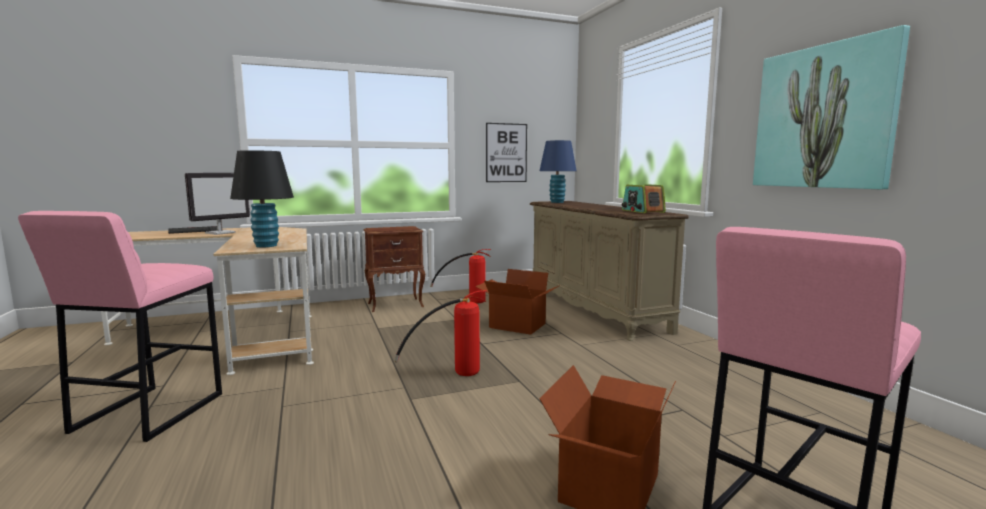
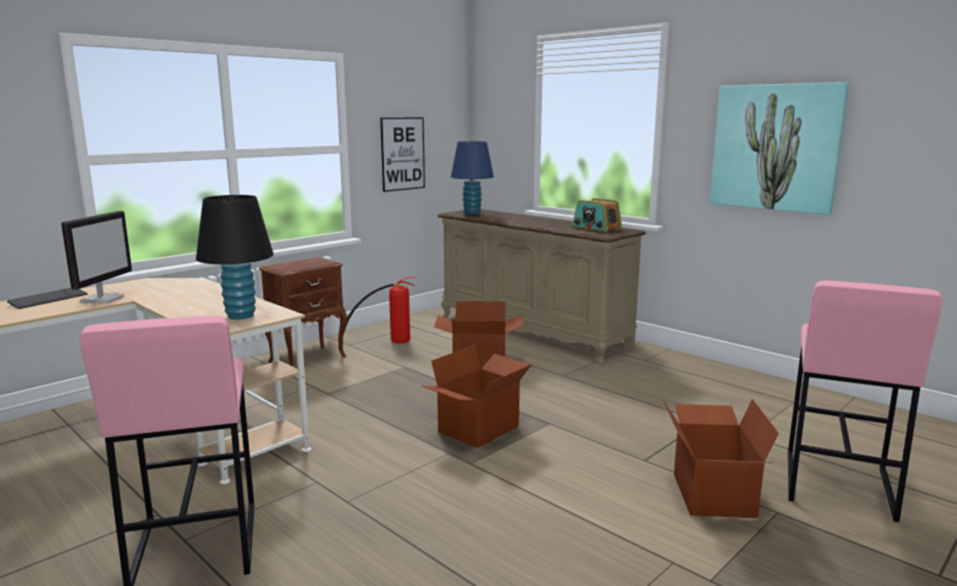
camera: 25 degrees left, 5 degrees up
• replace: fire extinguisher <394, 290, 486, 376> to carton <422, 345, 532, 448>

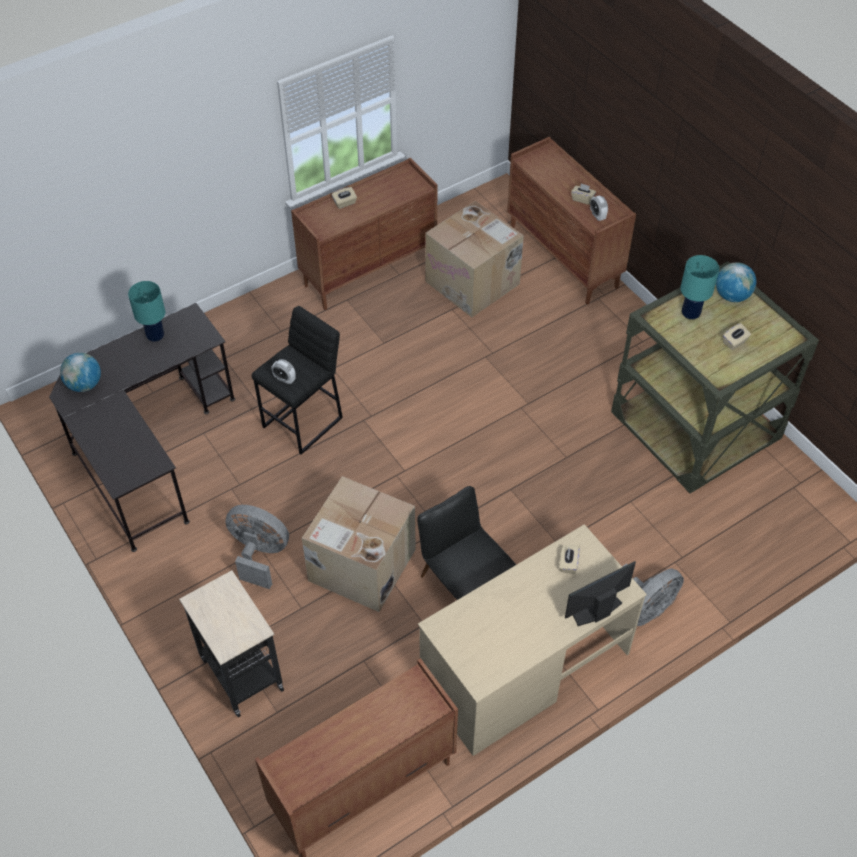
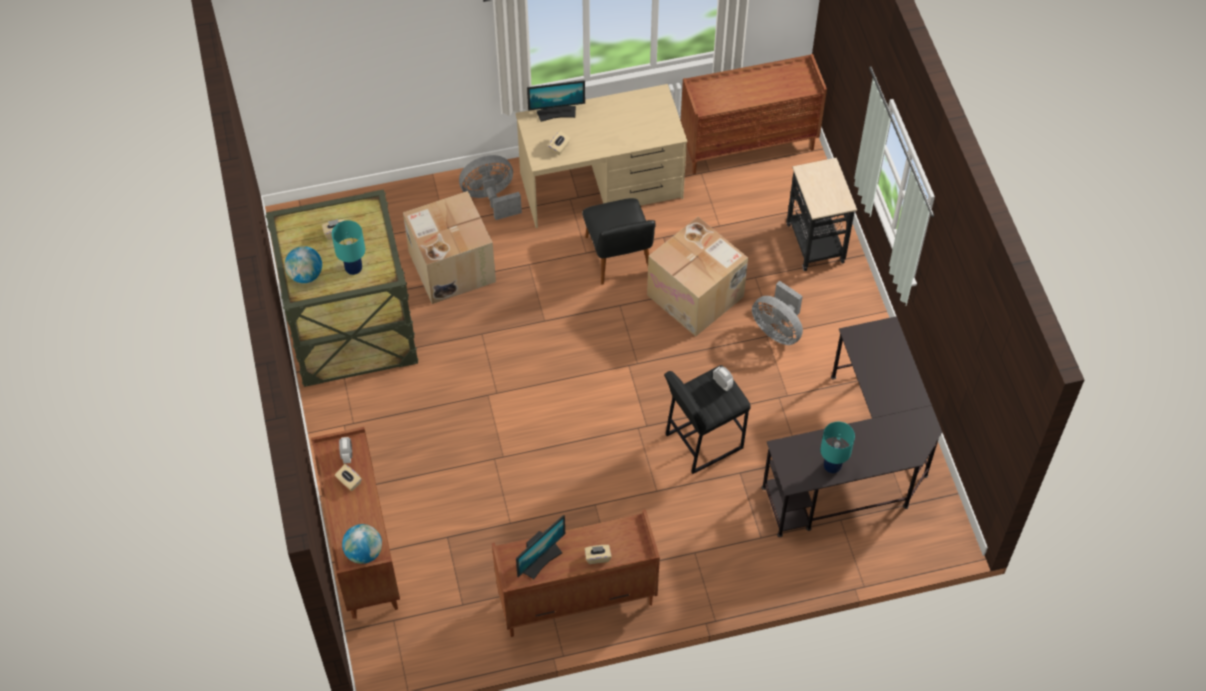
camera: 160 degrees left, 5 degrees up
• move: globe <60, 353, 101, 392> to <342, 524, 382, 564>
• move: carton <425, 201, 524, 317> to <403, 191, 496, 304>
• insert: computer display <516, 515, 565, 579>

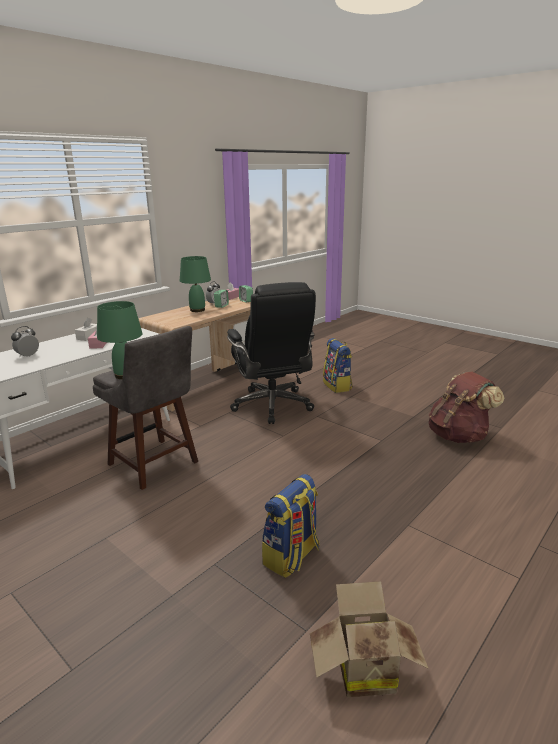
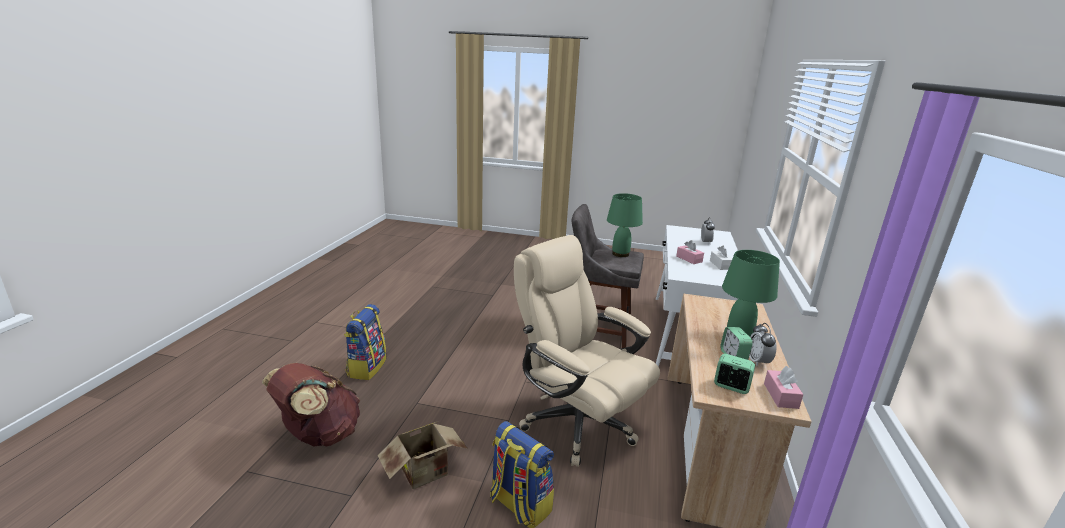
camera: 150 degrees right, 0 degrees up
• move: rucksack <262, 474, 320, 578> to <344, 304, 387, 380>
• move: carton <310, 581, 428, 698> to <377, 422, 468, 489>
• recolor: black-coloured computer chair <227, 282, 316, 424> to sand-coloured computer chair <514, 235, 660, 467>

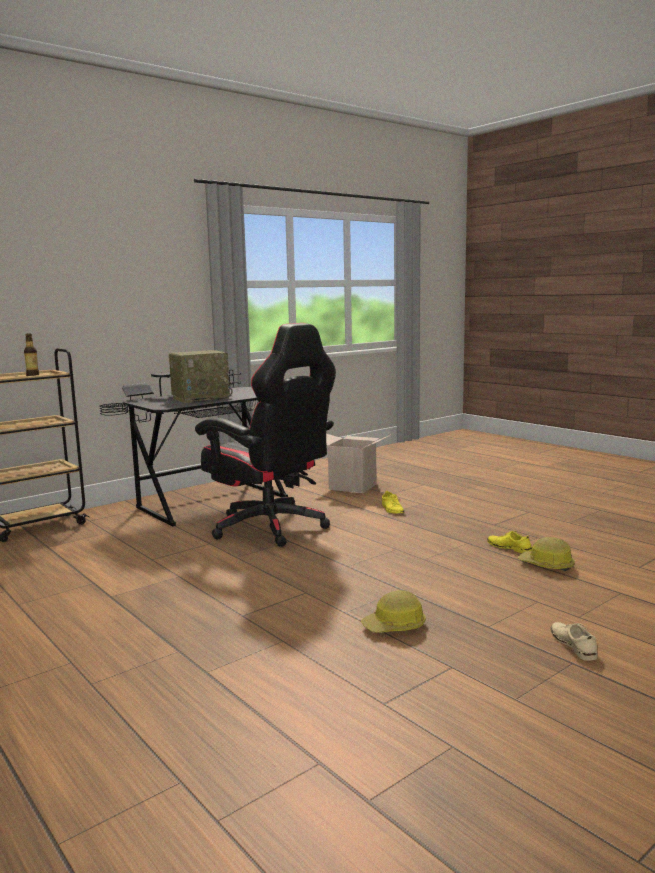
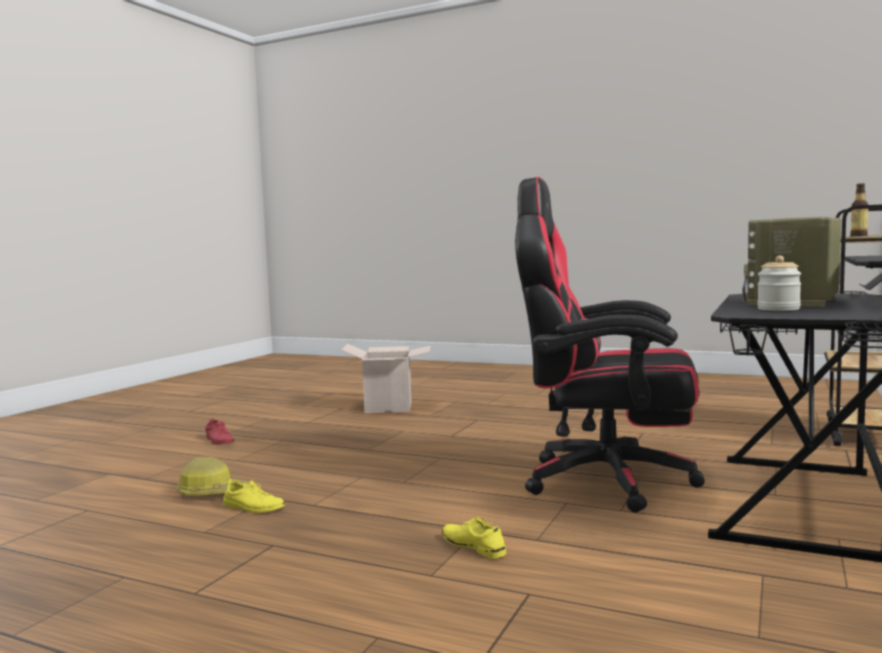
camera: 155 degrees right, 5 degrees down
• recolor: sand-coloured item of footwear <551, 622, 598, 661> to red-coloured item of footwear <205, 418, 234, 444>
• move: carton <326, 434, 391, 493> to <342, 344, 430, 413>
• insert: storage jar <757, 256, 801, 311>
• delete: work helmet <361, 590, 426, 633>

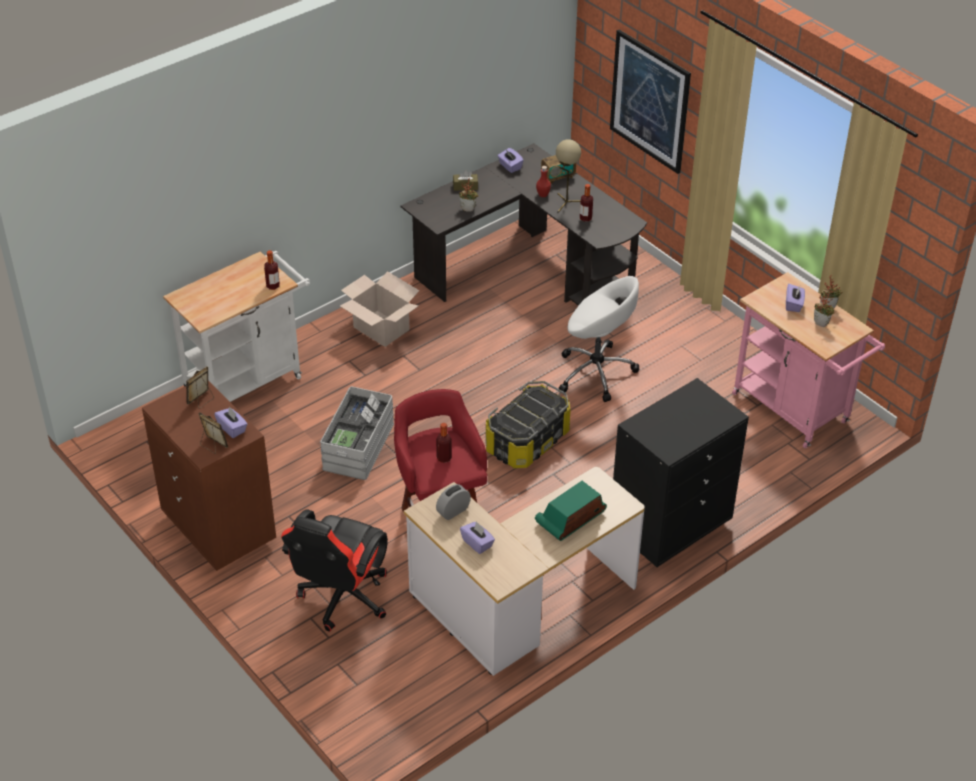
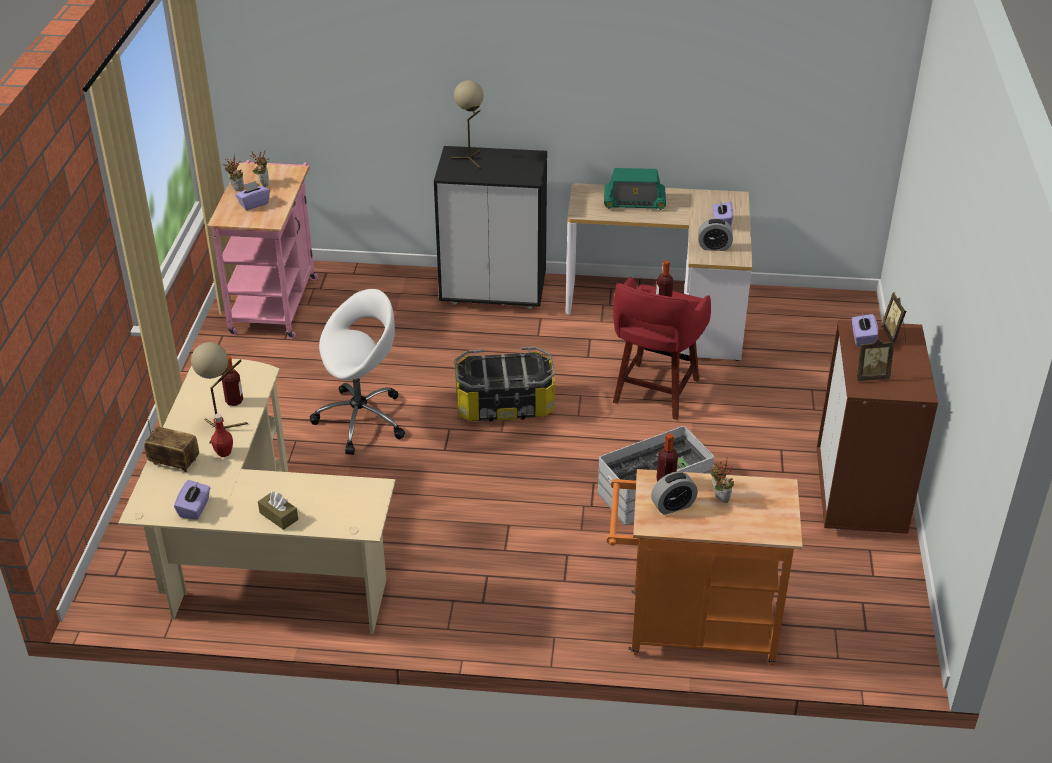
camera: 135 degrees left, 5 degrees down
• recolor: black-coloured desk <401, 143, 647, 306> to sand-coloured desk <118, 359, 395, 634>
• rotate: white-coloured computer chair <559, 276, 639, 402> = <310, 289, 405, 455> 90 degrees clockwise
• insert: sand-coloured table lamp <451, 80, 484, 169>
• recolor: white-coloured wheeled cart <163, 251, 310, 402> to orange-coloured wheeled cart <607, 469, 803, 666>
• insert: bedside clock <651, 472, 698, 515>
• move: potted plant <459, 178, 479, 212> to <710, 457, 734, 503>
• delete: black-coloured computer chair <281, 509, 388, 632>
• delete: carton <340, 271, 420, 347>
• delete: picture <610, 29, 691, 174>

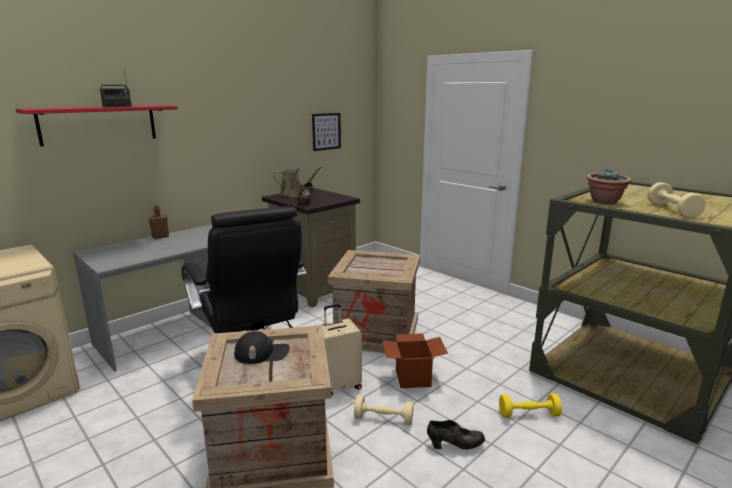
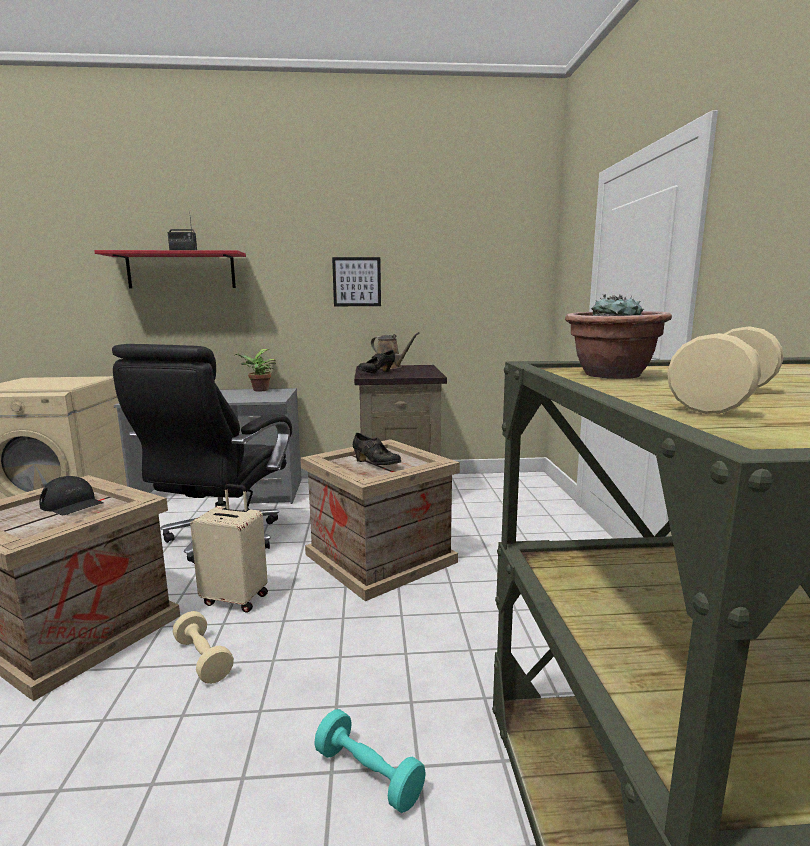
camera: 40 degrees right, 5 degrees down
• insert: potted plant <235, 349, 276, 392>
• recolor: yellowish dumbbell <499, 393, 562, 418> to turquoise dumbbell <314, 709, 426, 813>
• move: picture <312, 113, 341, 151> to <332, 257, 381, 306>
• move: black-coloured item of footwear <427, 420, 485, 450> to <353, 433, 401, 465>
• delete: brown-coloured beverage bottle <149, 205, 169, 239>
• delete: carton <382, 333, 448, 388>

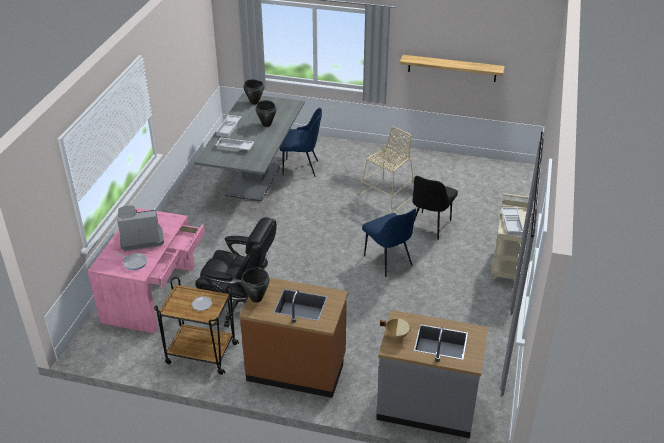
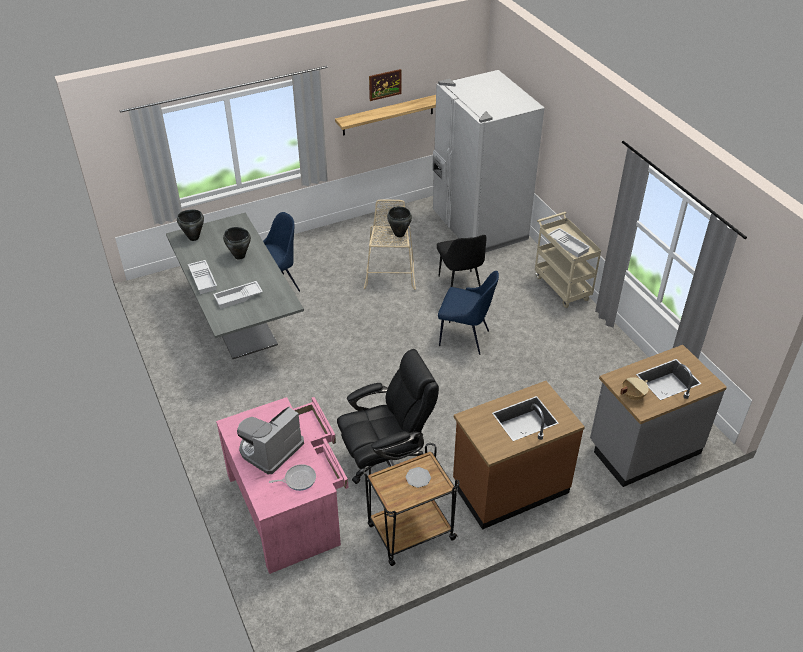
camera: 40 degrees left, 5 degrees up
• insert: picture <369, 69, 402, 101>
• move: black-coloured saucepot <241, 267, 269, 303> to <387, 206, 412, 237>
• insert: white-coloured fridge <432, 70, 544, 253>

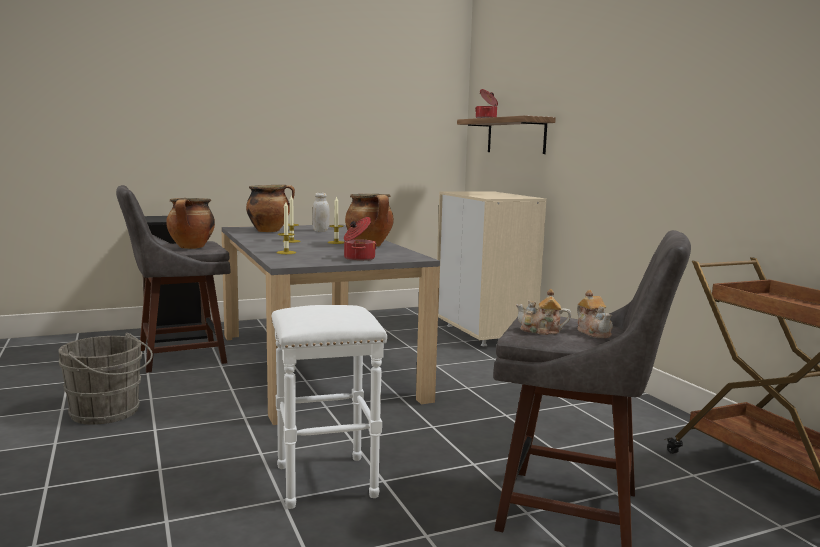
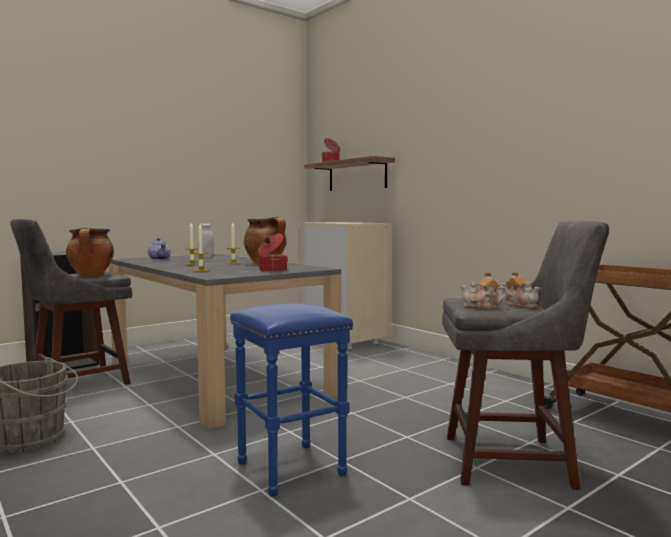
camera: 15 degrees left, 5 degrees down
• replace: saucepot <246, 185, 295, 232> to teapot <148, 238, 171, 260>
• recolor: white-coloured sitting stool <272, 305, 387, 509> to blue sitting stool <230, 303, 353, 497>

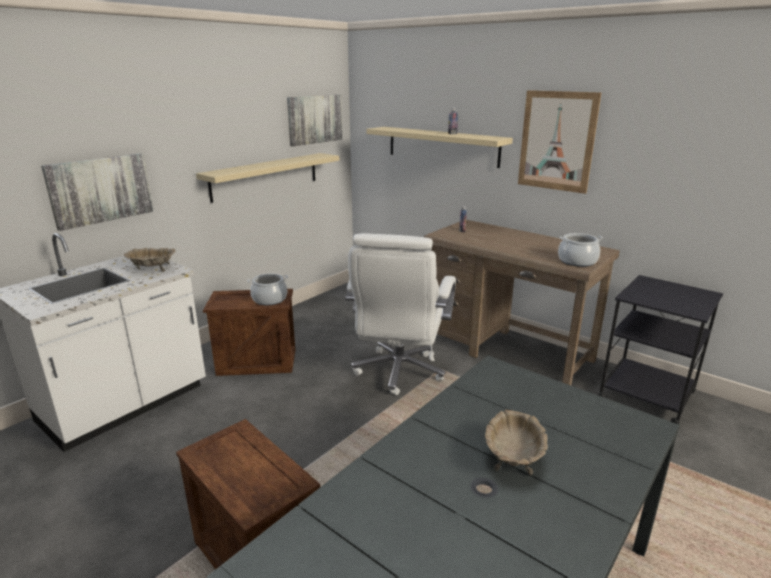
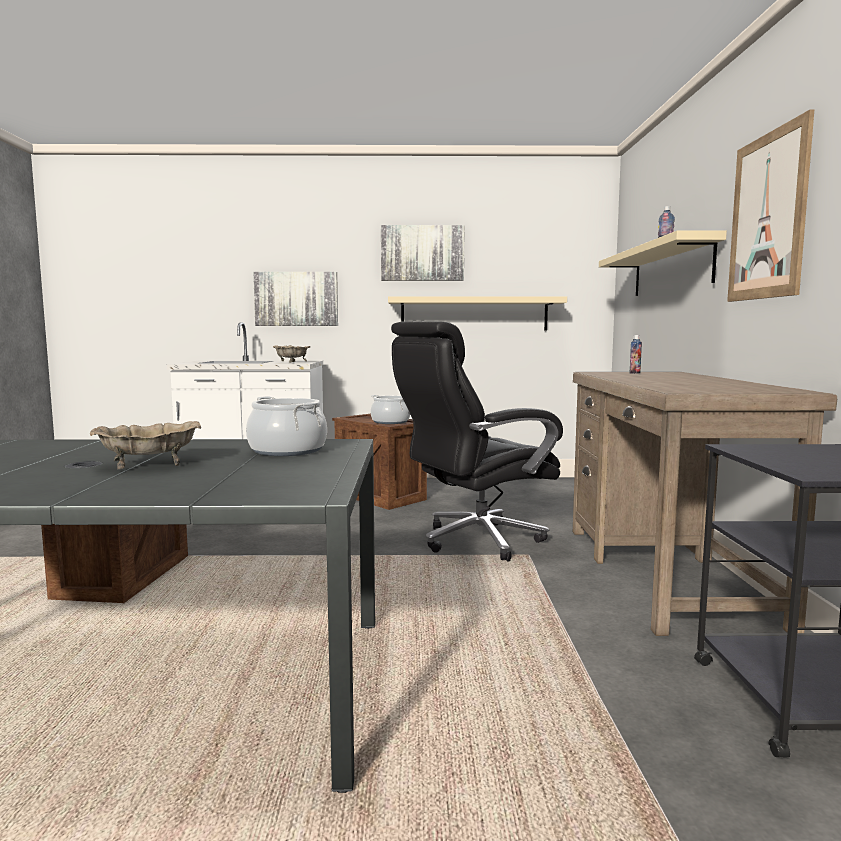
camera: 50 degrees right, 15 degrees down
• move: saucepot <558, 233, 603, 267> to <246, 396, 327, 456>
• move: picture <287, 94, 343, 147> to <381, 225, 465, 281>
• recolor: white-coloured computer chair <345, 233, 456, 395> to black-coloured computer chair <391, 321, 563, 562>

